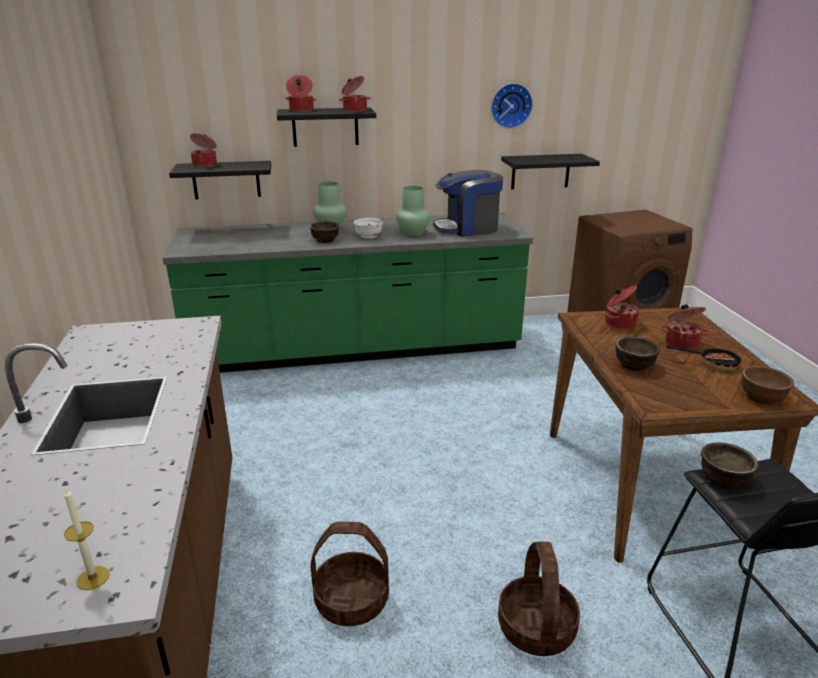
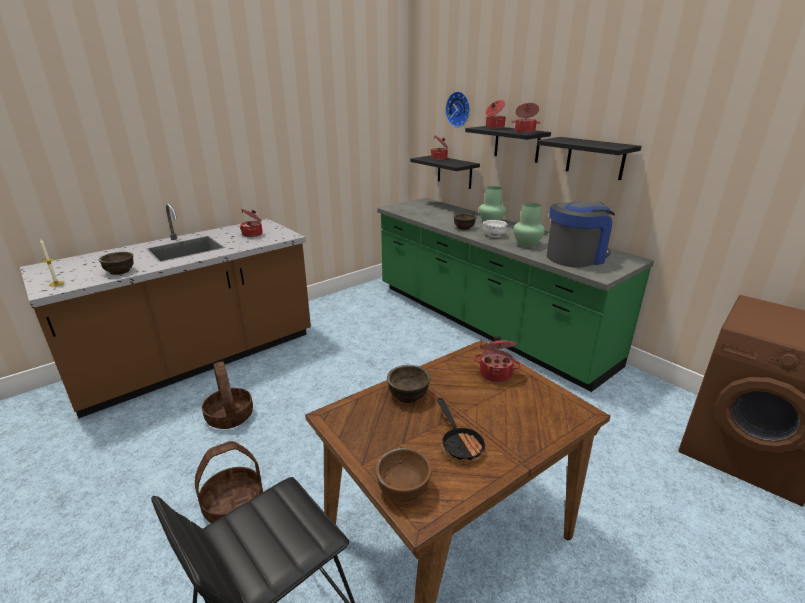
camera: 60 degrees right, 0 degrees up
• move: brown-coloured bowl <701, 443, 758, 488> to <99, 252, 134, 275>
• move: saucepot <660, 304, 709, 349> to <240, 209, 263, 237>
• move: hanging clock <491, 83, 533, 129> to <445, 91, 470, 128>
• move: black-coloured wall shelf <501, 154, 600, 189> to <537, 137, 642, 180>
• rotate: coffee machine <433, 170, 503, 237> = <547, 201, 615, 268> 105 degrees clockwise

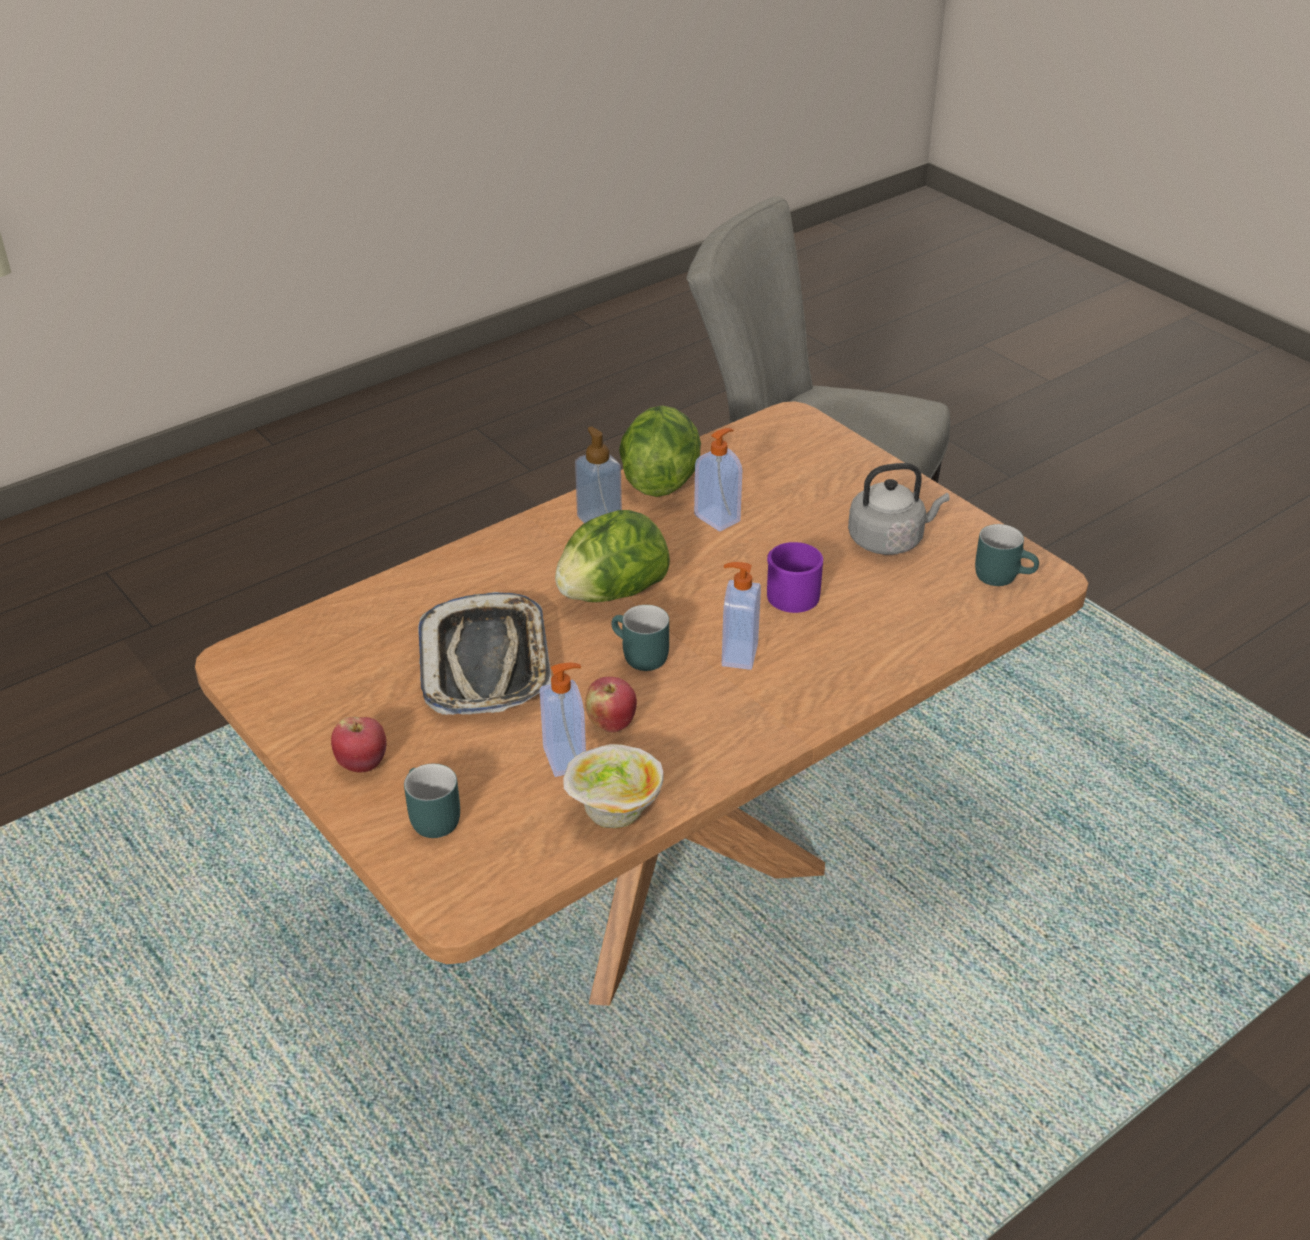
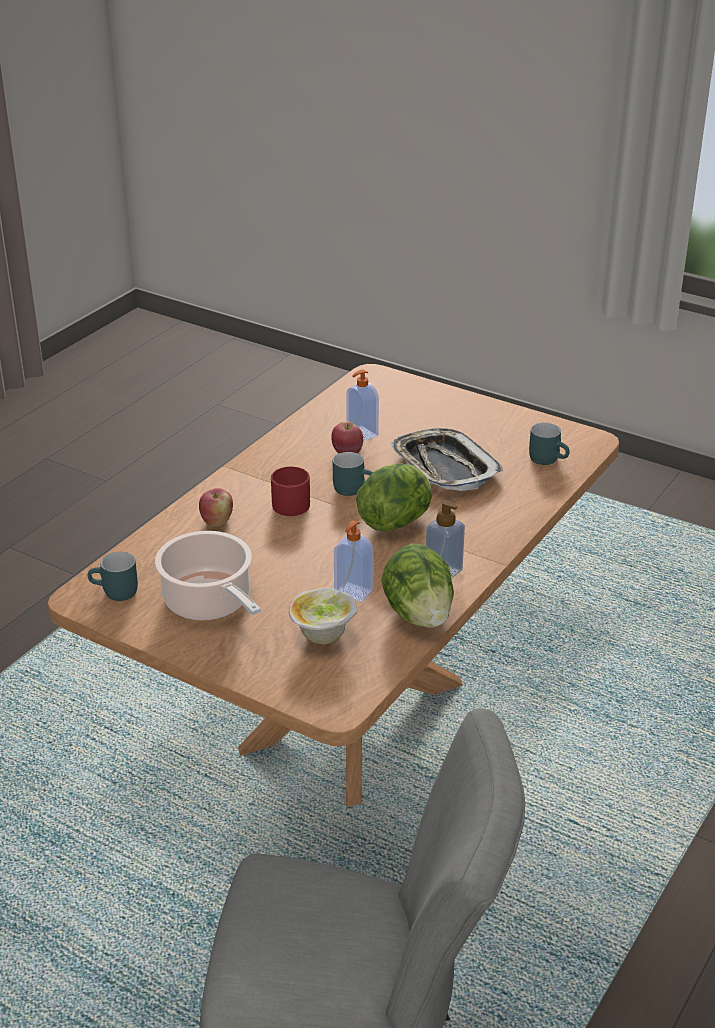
camera: 160 degrees right, 5 degrees down
• replace: greyish water kettle <848, 463, 949, 555> to saucepot <155, 531, 261, 620>
• move: apple <331, 717, 386, 772> to <199, 488, 233, 527>
• replace: soap dispenser <722, 562, 761, 670> to red-coloured coffee mug <271, 467, 310, 516>
• move: bowl <563, 744, 664, 828> to <289, 587, 358, 645>
• move: turquoise coffee mug <404, 763, 460, 838> to <529, 423, 570, 465>
• delete: purplish coffee mug <767, 542, 823, 613>

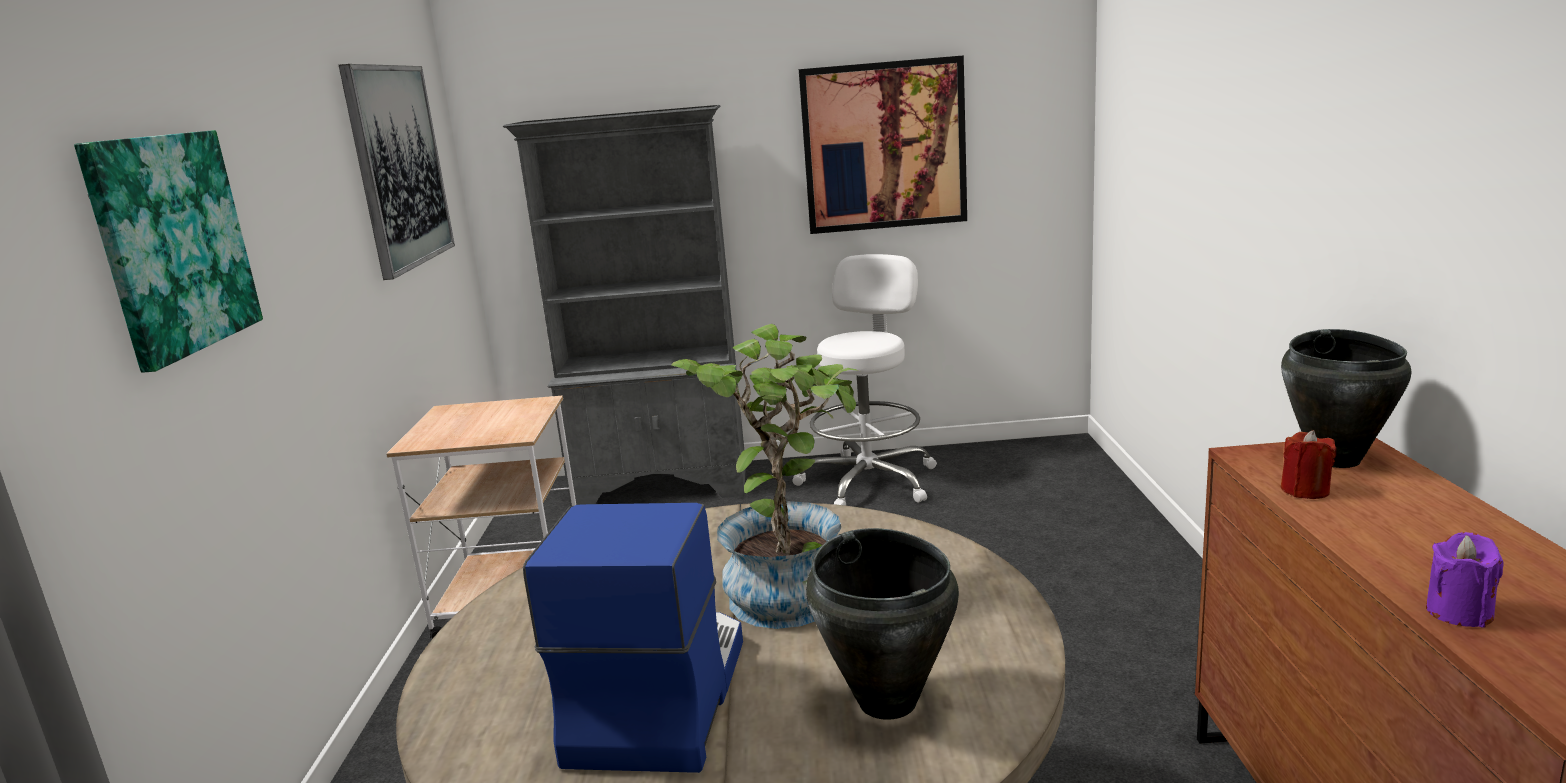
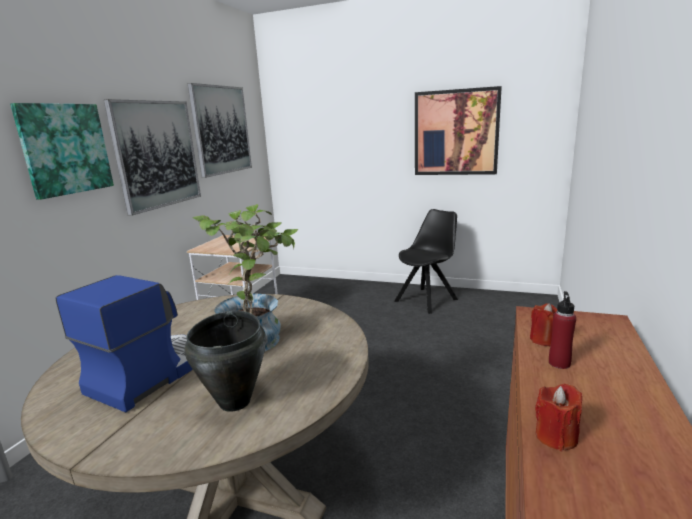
camera: 20 degrees right, 0 degrees up
• insert: picture <104, 99, 201, 216>
• replace: white-coloured sitting stool <792, 254, 937, 506> to black-coloured plain chair <394, 209, 458, 314>
• recolor: purplish wax candle <1426, 532, 1504, 628> to red-coloured wax candle <535, 384, 582, 451>
• insert: red-coloured beverage bottle <549, 291, 576, 369>
• delete: greyish bookcase <503, 105, 746, 506>
• delete: black-coloured saucepot <1281, 329, 1412, 468>

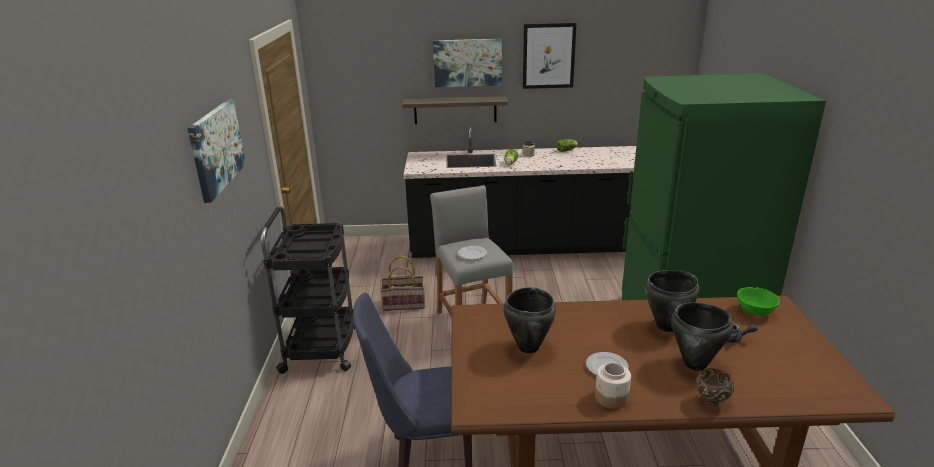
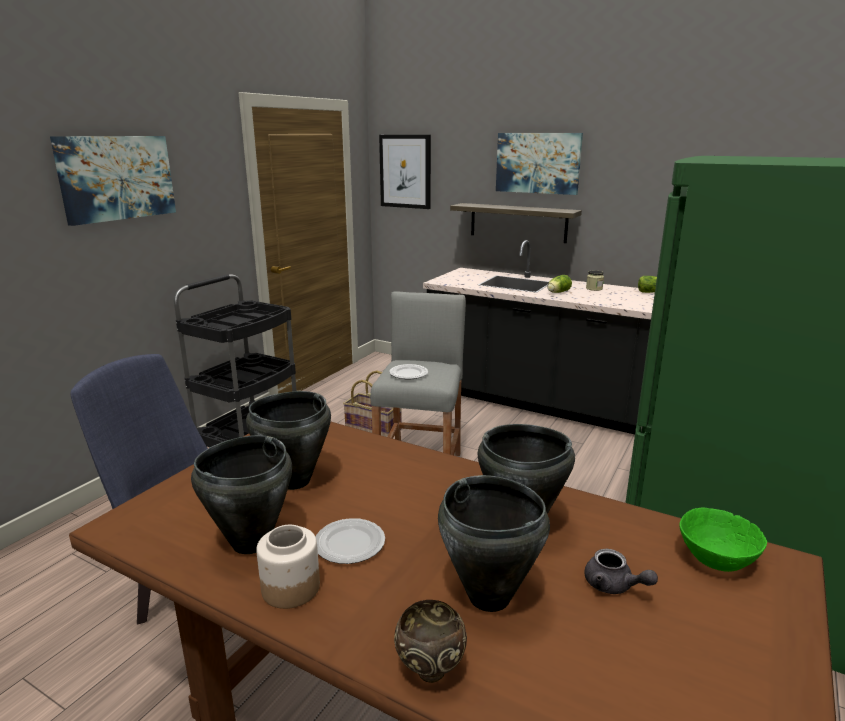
camera: 30 degrees right, 5 degrees down
• insert: black-coloured saucepot <191, 435, 292, 554>
• move: picture <523, 23, 576, 89> to <379, 135, 431, 209>

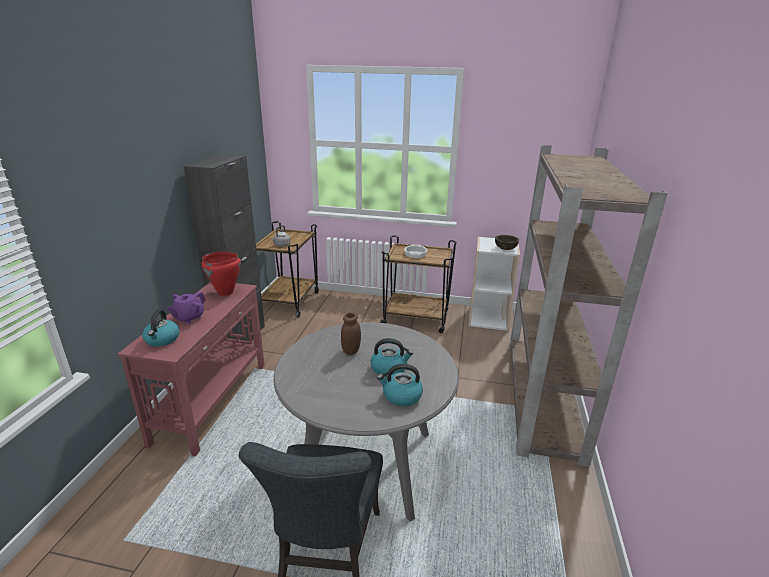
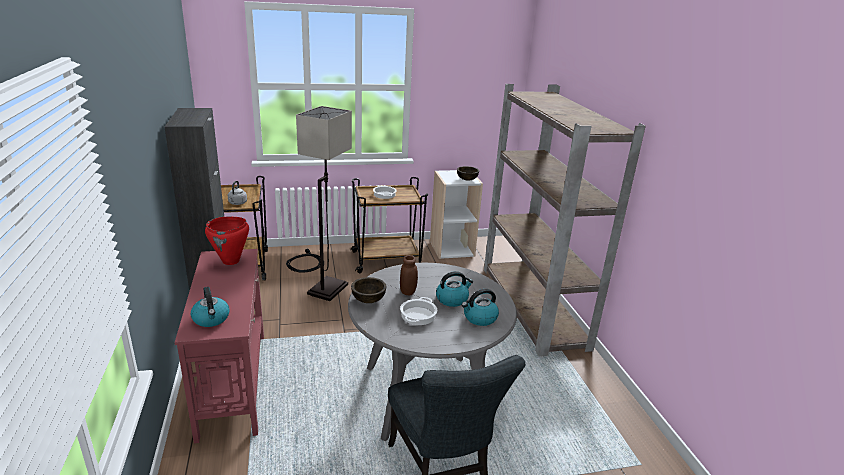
camera: 25 degrees left, 0 degrees up
• insert: standing lamp <286, 106, 352, 301>
• insert: brown-coloured bowl <351, 277, 386, 303>
• insert: saucepot <400, 297, 437, 325>
• delete: purplish teapot <167, 292, 206, 324>

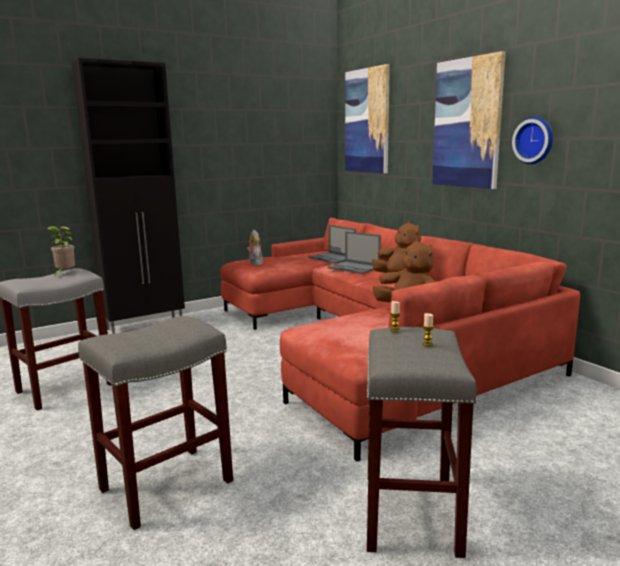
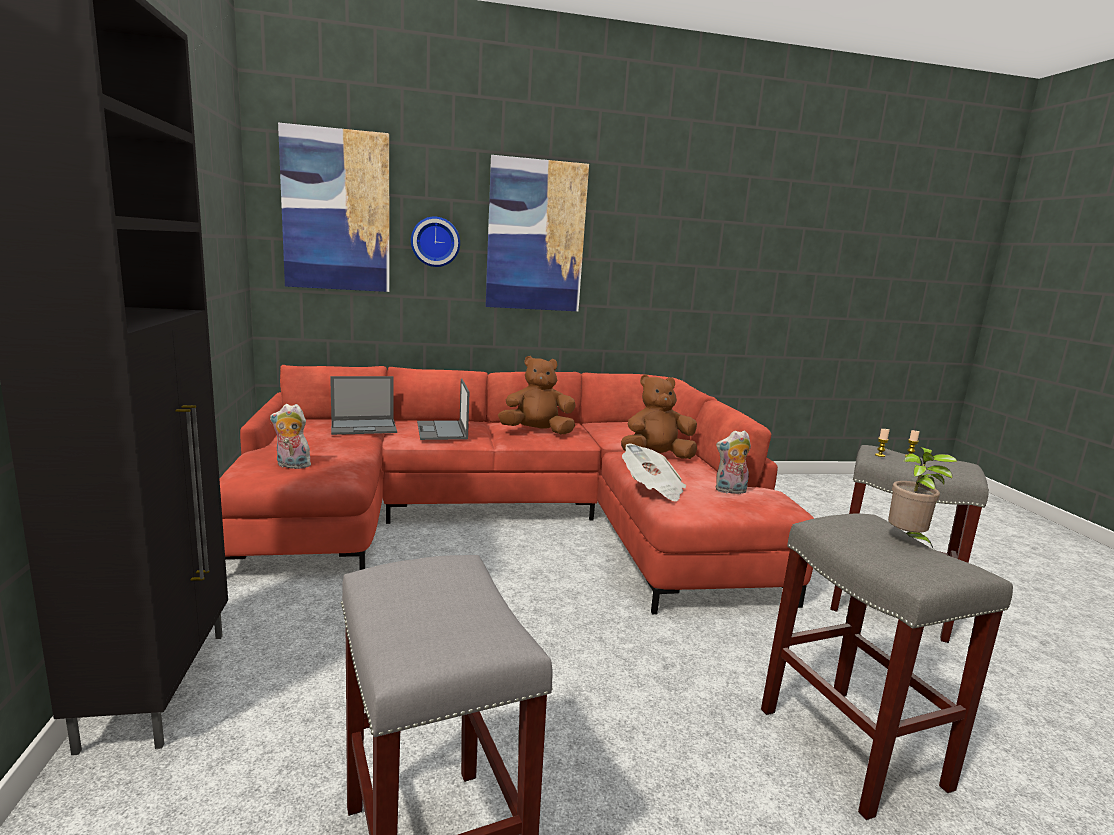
camera: 70 degrees left, 0 degrees up
• move: hanging clock <512, 117, 553, 164> to <411, 216, 460, 267>
• rotate: notebook computer <327, 231, 381, 274> = <417, 378, 470, 440> 105 degrees clockwise
• insert: newspaper <622, 444, 686, 502>
• insert: soft toy <716, 430, 751, 494>
• move: potted plant <46, 226, 75, 275> to <888, 447, 957, 548>

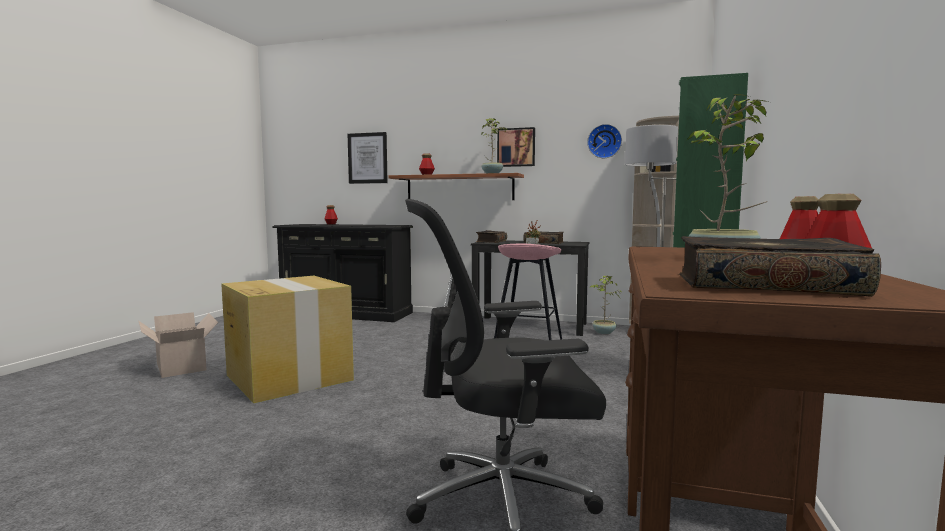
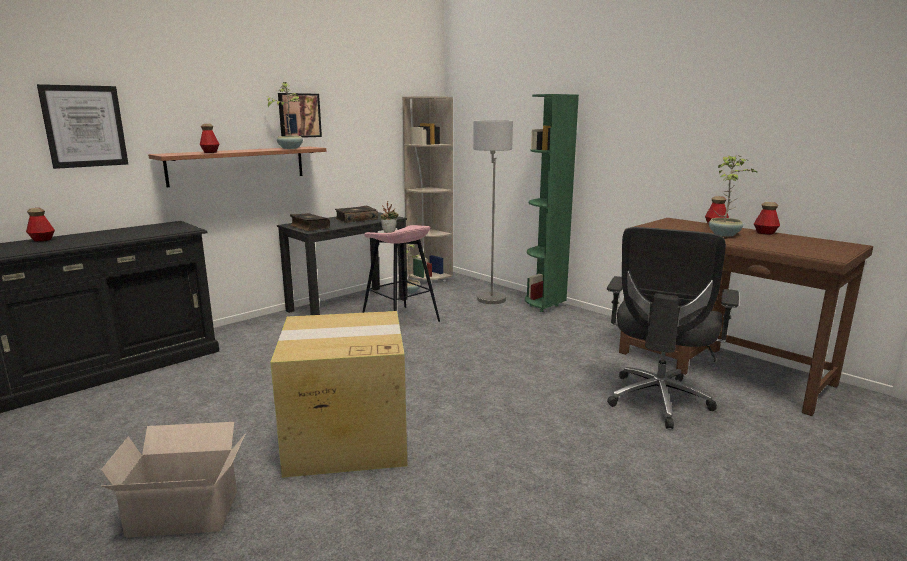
camera: 60 degrees left, 10 degrees up
• delete: hanging clock <587, 124, 622, 158>
• delete: volume <680, 236, 881, 297>

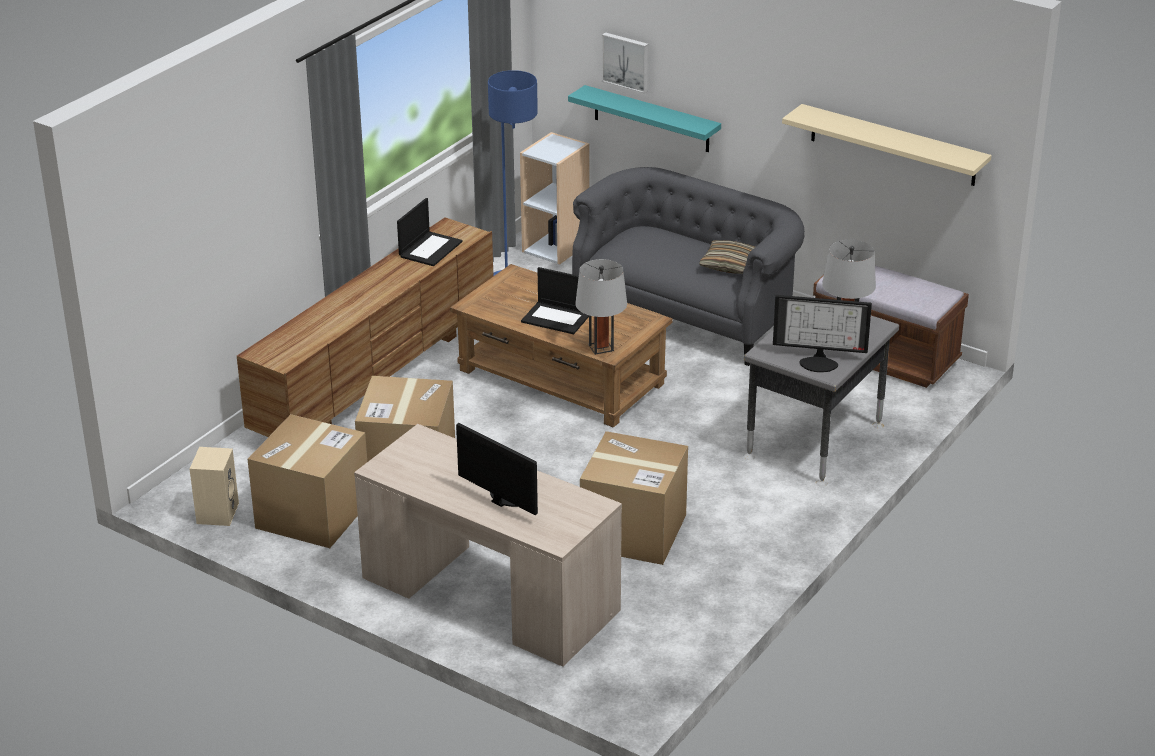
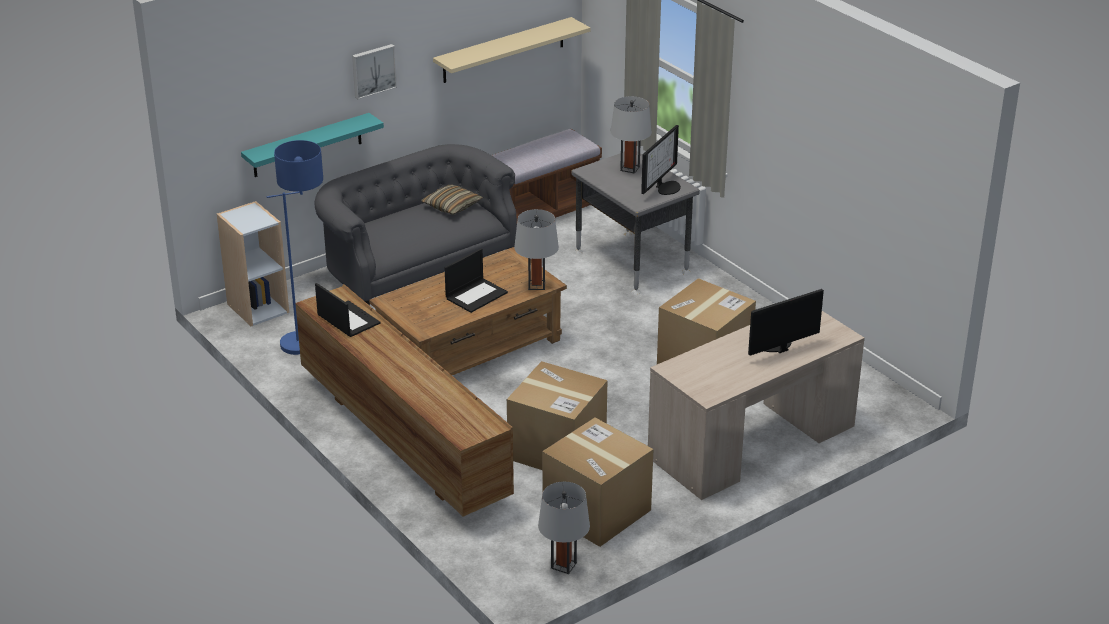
camera: 70 degrees left, 0 degrees up
• move: picture <602, 32, 649, 94> to <352, 44, 397, 99>
• replace: sand-coloured loudspeaker <190, 447, 239, 526> to greyish table lamp <538, 482, 590, 574>

